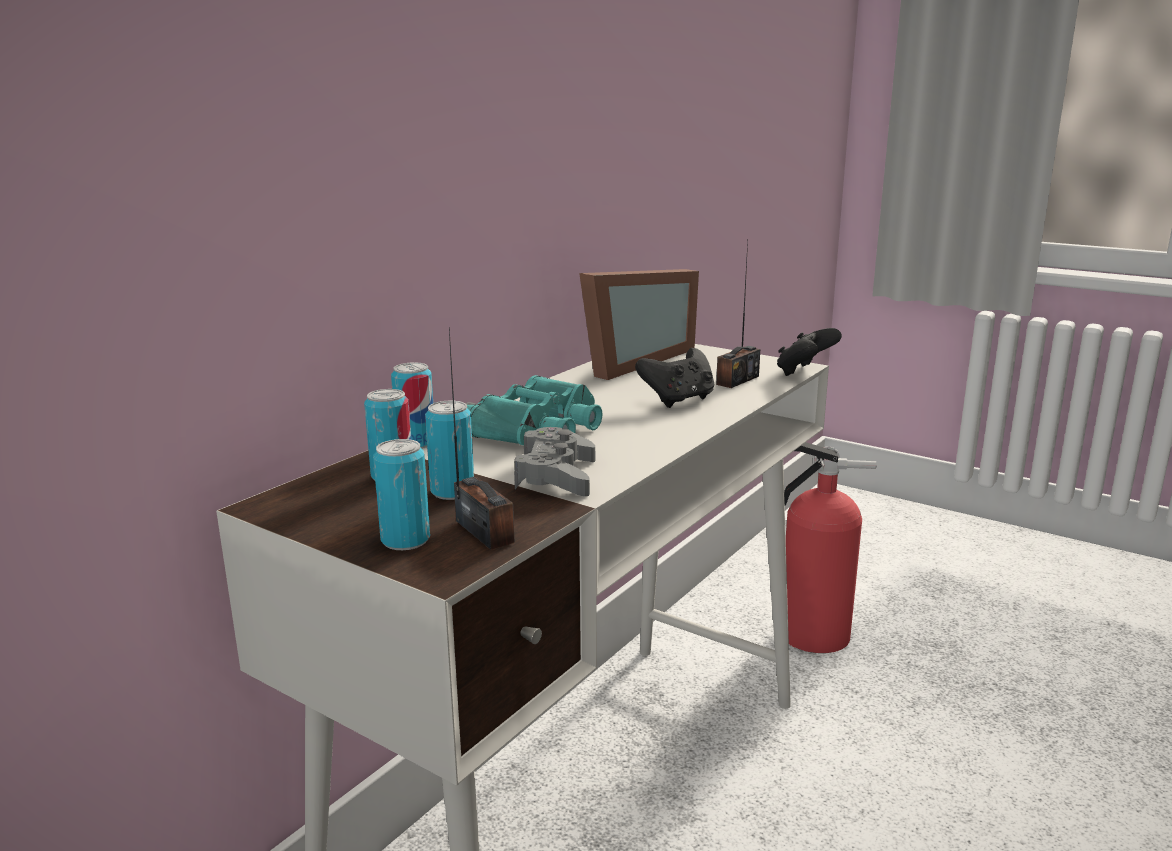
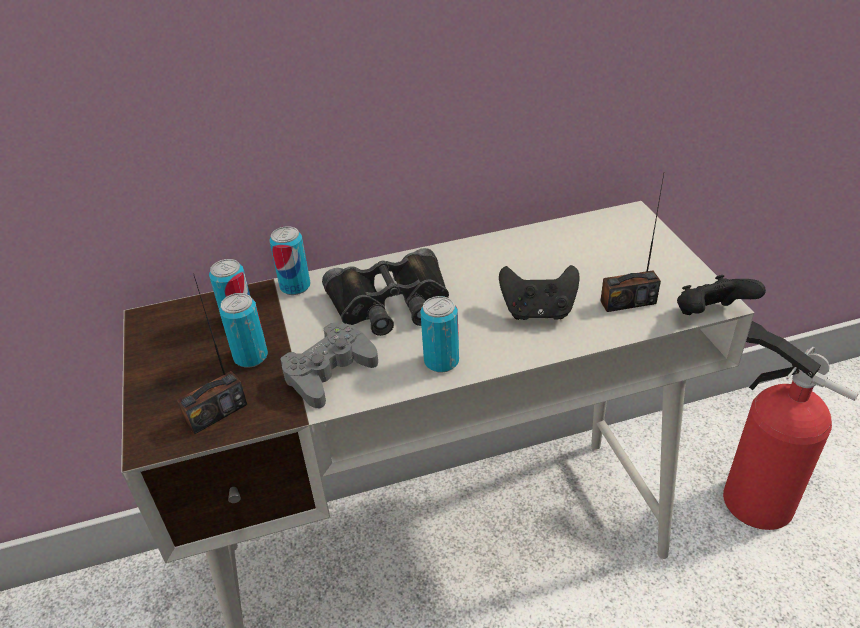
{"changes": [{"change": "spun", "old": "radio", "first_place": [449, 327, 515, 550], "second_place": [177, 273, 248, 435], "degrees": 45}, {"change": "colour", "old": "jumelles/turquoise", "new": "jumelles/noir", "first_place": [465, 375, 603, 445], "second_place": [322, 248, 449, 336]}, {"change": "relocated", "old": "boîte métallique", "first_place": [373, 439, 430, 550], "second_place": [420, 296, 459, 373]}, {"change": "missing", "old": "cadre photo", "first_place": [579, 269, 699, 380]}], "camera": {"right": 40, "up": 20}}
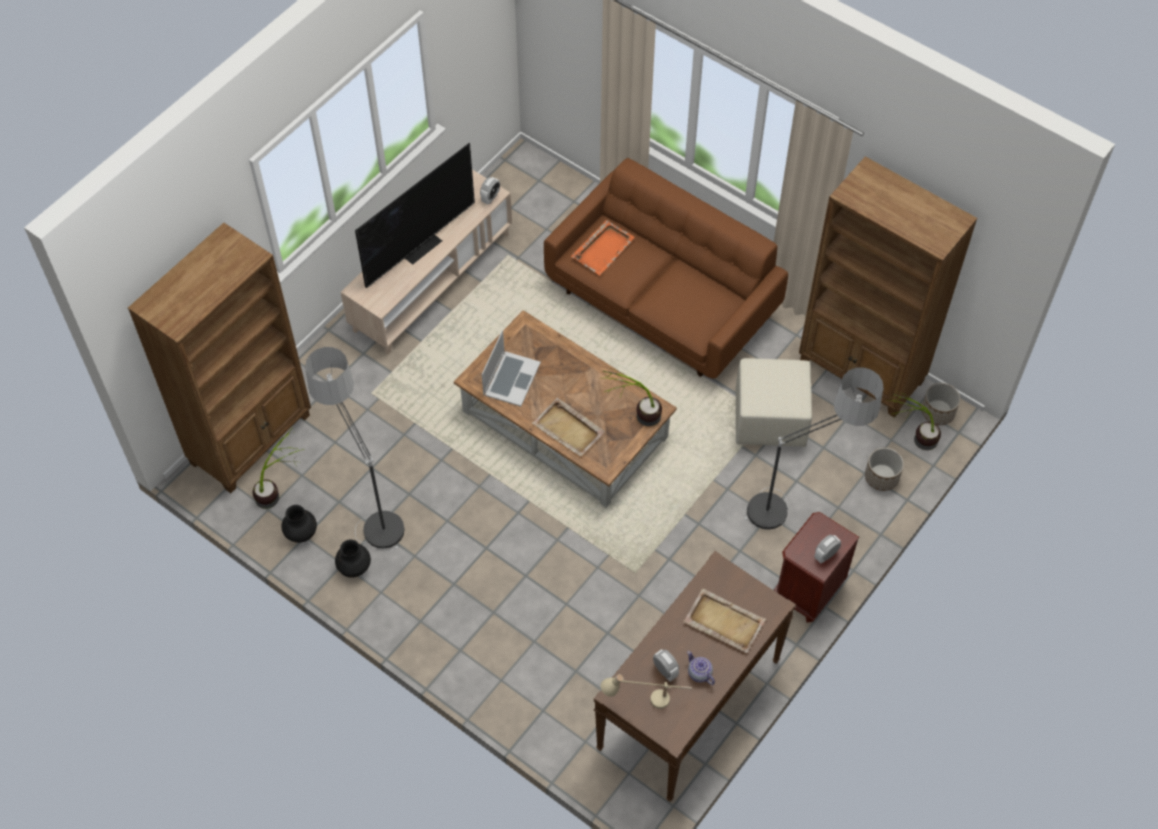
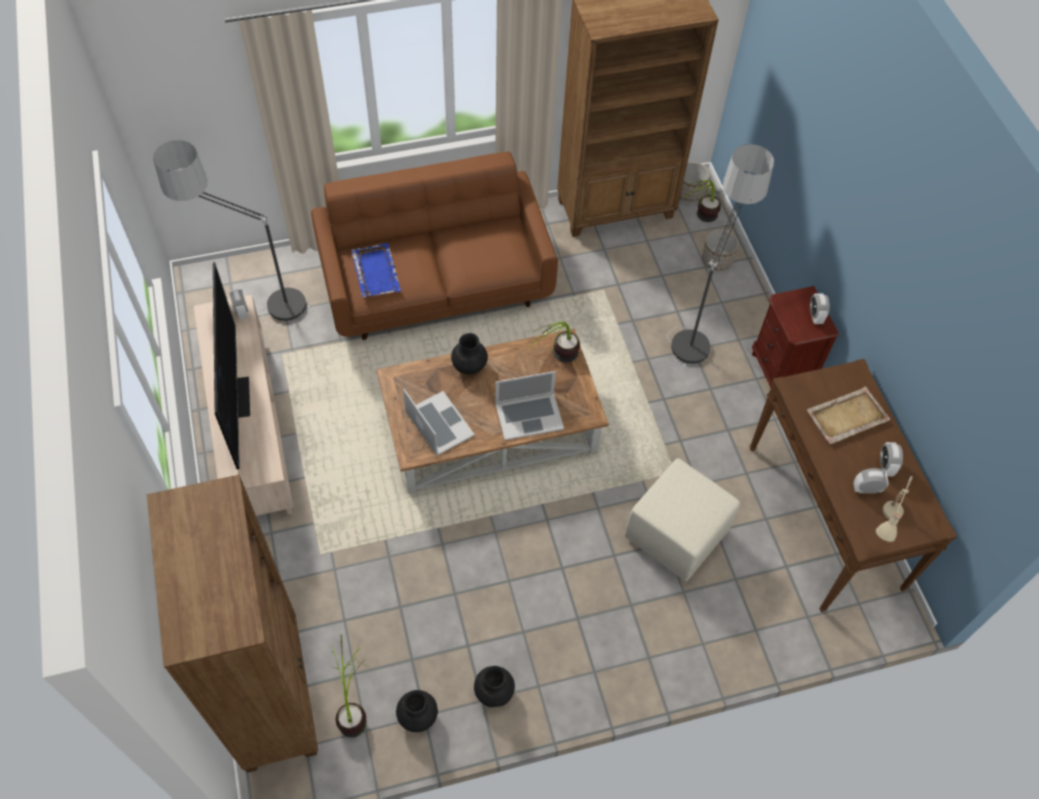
{"changes": [{"change": "relocated", "old": "lampadaire", "first_place": [305, 347, 405, 552], "second_place": [153, 140, 310, 327]}, {"change": "colour", "old": "plateau/orange", "new": "plateau/bleu", "first_place": [571, 220, 635, 276], "second_place": [351, 243, 402, 297]}, {"change": "appeared", "new": "vase/noir", "second_place": [451, 333, 488, 375]}, {"change": "exchanged", "old": "plateau/beige", "new": "ordinateur portable", "first_place": [532, 398, 605, 457], "second_place": [495, 371, 564, 440]}, {"change": "relocated", "old": "pouf/beige", "first_place": [736, 358, 812, 447], "second_place": [625, 458, 740, 582]}, {"change": "exchanged", "old": "théière", "new": "réveil", "first_place": [687, 651, 715, 685], "second_place": [880, 442, 903, 477]}], "camera": {"right": -55, "up": 0}}
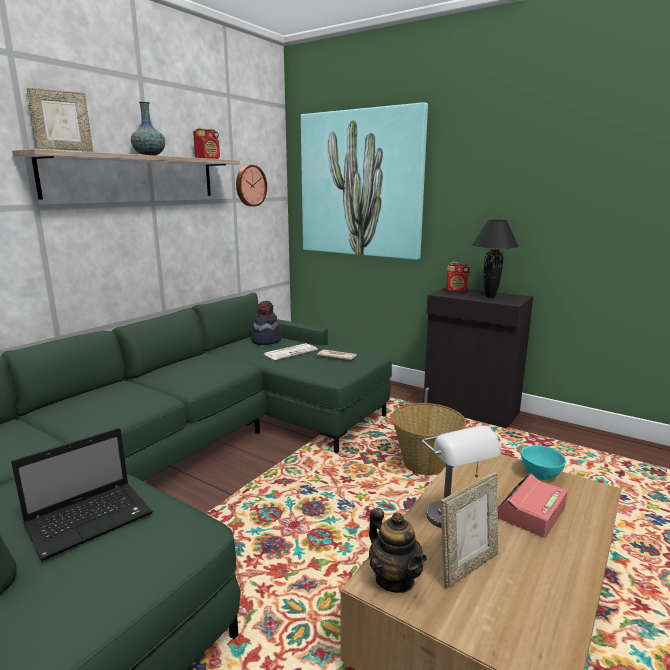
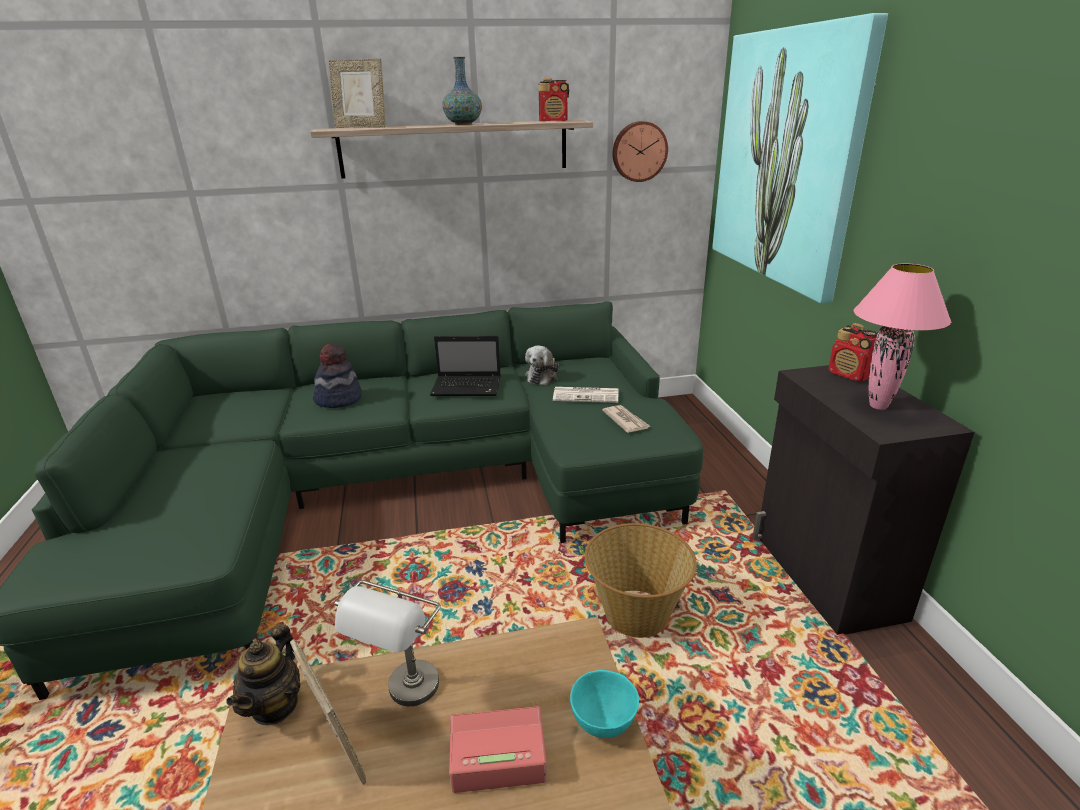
{"changes": [{"change": "spun", "old": "cadre photo", "first_place": [441, 473, 498, 589], "second_place": [290, 639, 366, 785], "degrees": -135}, {"change": "relocated", "old": "chapeau", "first_place": [251, 301, 281, 345], "second_place": [313, 344, 362, 408]}, {"change": "relocated", "old": "ordinateur portable", "first_place": [11, 428, 153, 561], "second_place": [430, 336, 501, 396]}, {"change": "appeared", "new": "peluche", "second_place": [525, 345, 559, 385]}, {"change": "colour", "old": "lampe de table/noir", "new": "lampe de table/rose", "first_place": [472, 220, 519, 298], "second_place": [854, 264, 951, 410]}], "camera": {"right": 45, "up": 10}}
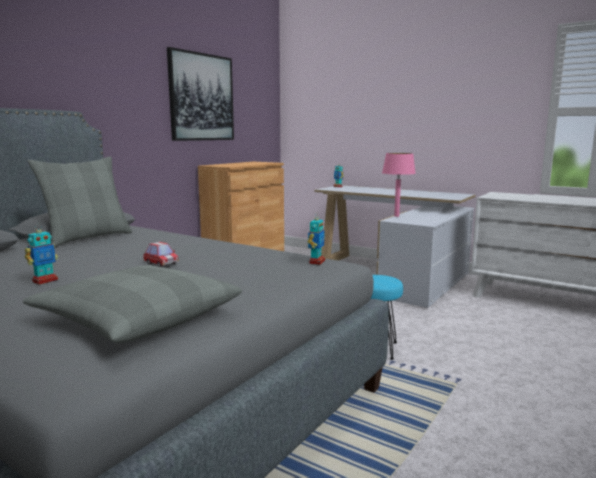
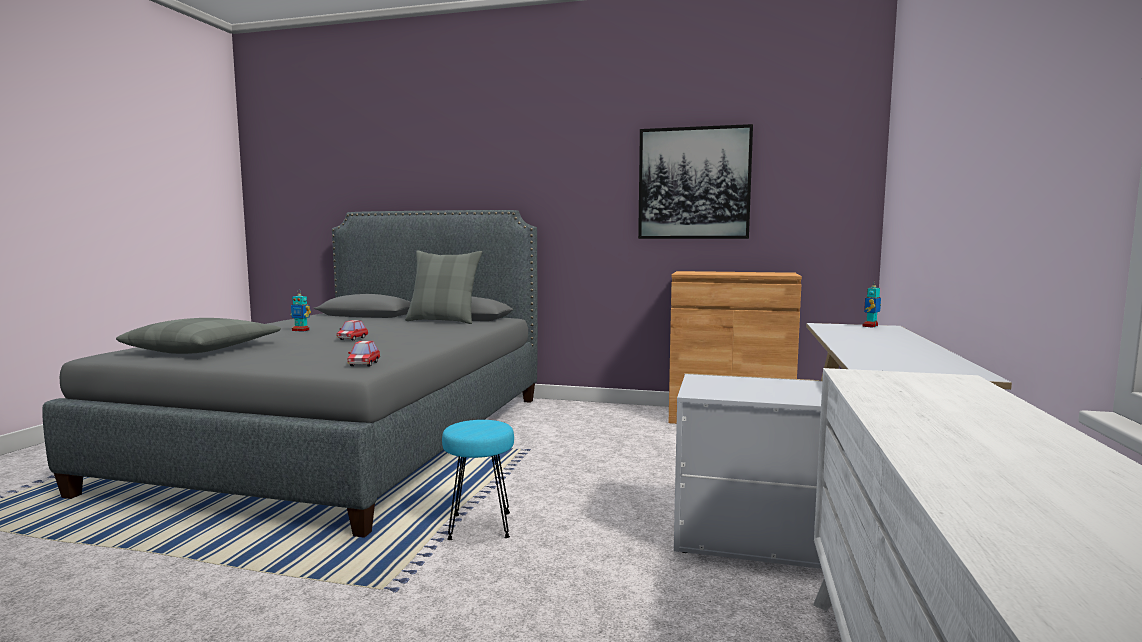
{"changes": [{"change": "exchanged", "old": "robot jouet", "new": "petite voiture", "first_place": [308, 213, 325, 265], "second_place": [347, 341, 380, 366]}, {"change": "missing", "old": "lampe de table/rose", "first_place": [382, 153, 416, 217]}], "camera": {"right": 70, "up": -5}}
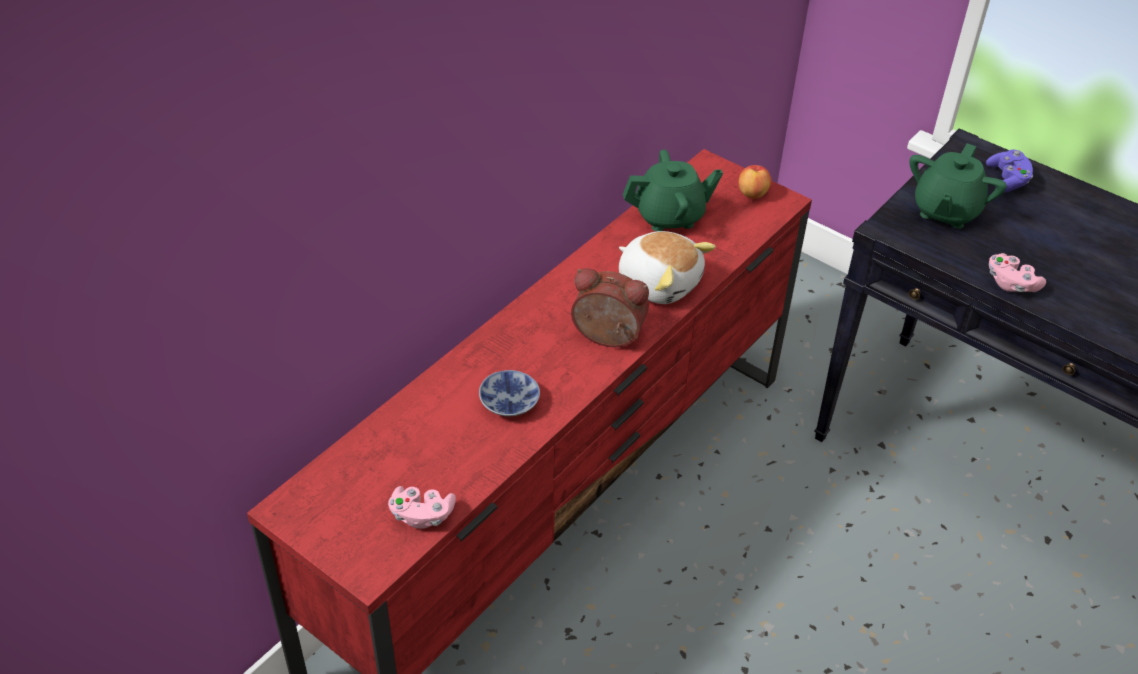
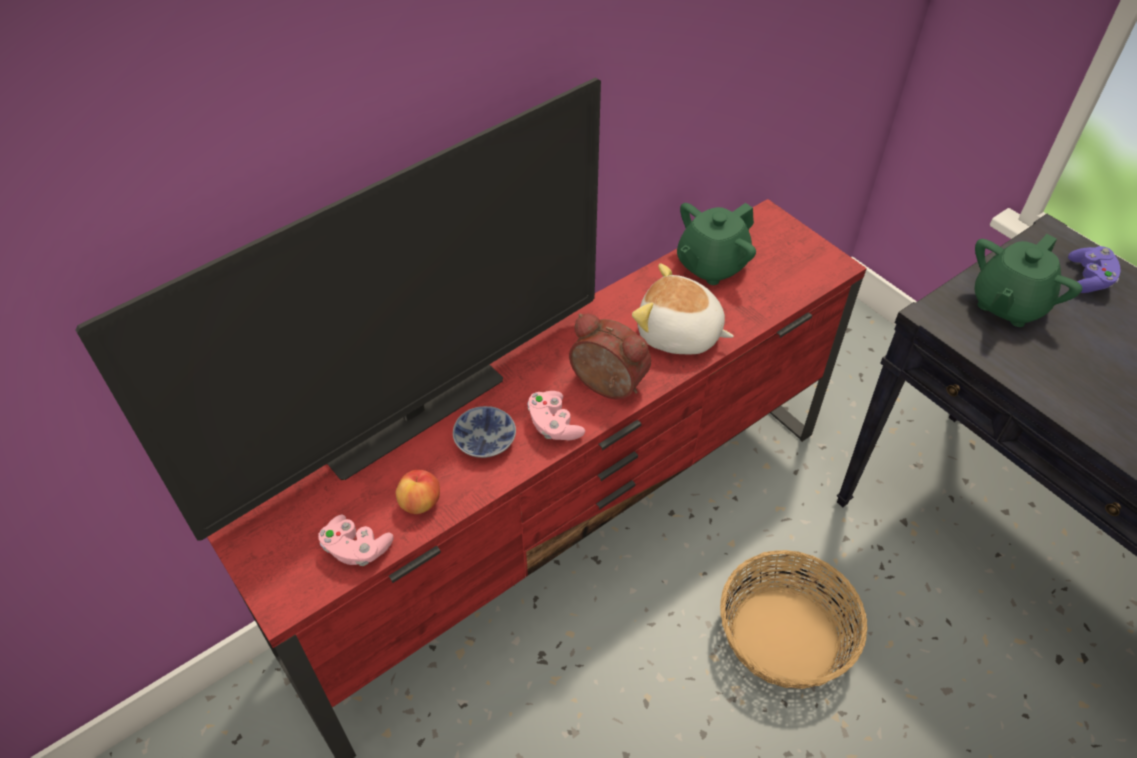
{"changes": [{"change": "appeared", "new": "téléviseur", "second_place": [76, 77, 601, 541]}, {"change": "relocated", "old": "pomme", "first_place": [738, 165, 772, 199], "second_place": [395, 470, 440, 514]}, {"change": "relocated", "old": "manette/rose", "first_place": [989, 253, 1046, 292], "second_place": [527, 391, 585, 440]}, {"change": "spun", "old": "peluche", "first_place": [619, 231, 716, 304], "second_place": [632, 263, 734, 355], "degrees": 150}, {"change": "spun", "old": "théière/vert", "first_place": [623, 149, 723, 231], "second_place": [677, 203, 756, 285], "degrees": 135}, {"change": "appeared", "new": "panier", "second_place": [720, 550, 868, 689]}], "camera": {"right": 15, "up": 5}}
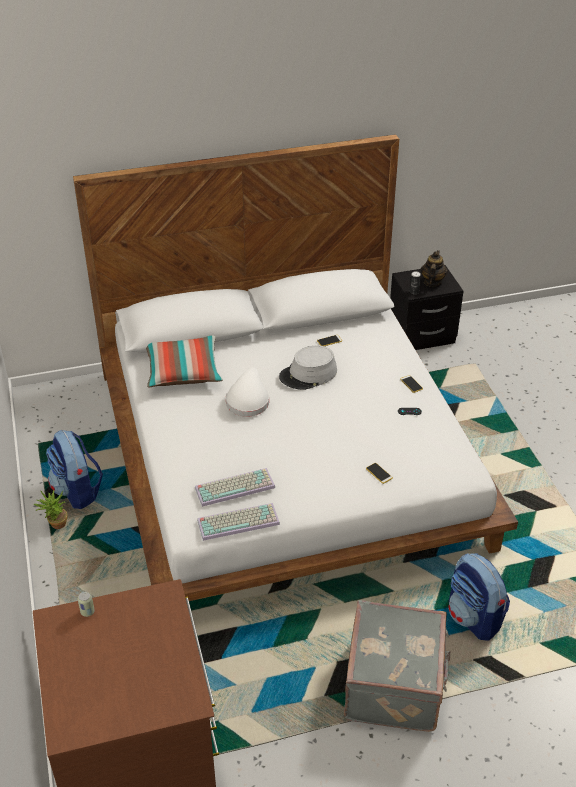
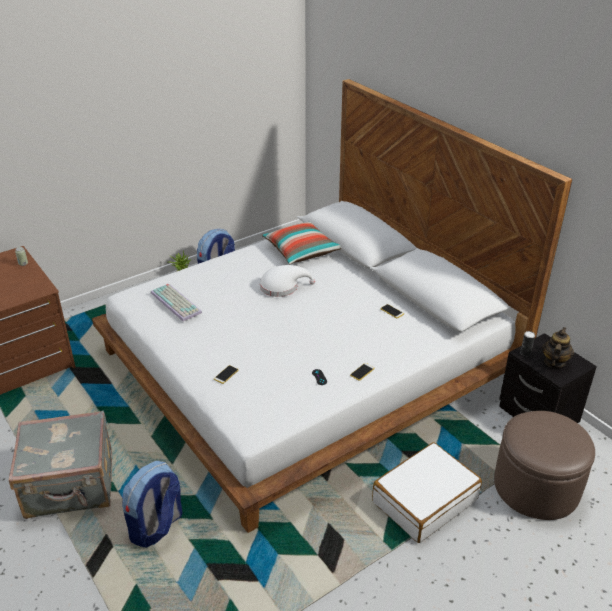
{"changes": [{"change": "appeared", "new": "valise/blanc", "second_place": [372, 442, 482, 543]}, {"change": "appeared", "new": "pouf/marron", "second_place": [494, 411, 595, 520]}, {"change": "spun", "old": "théière", "first_place": [421, 250, 448, 287], "second_place": [542, 327, 574, 368], "degrees": -60}, {"change": "missing", "old": "clavier", "first_place": [197, 503, 280, 541]}, {"change": "missing", "old": "chapeau/gris", "first_place": [279, 346, 337, 390]}], "camera": {"right": 70, "up": -5}}
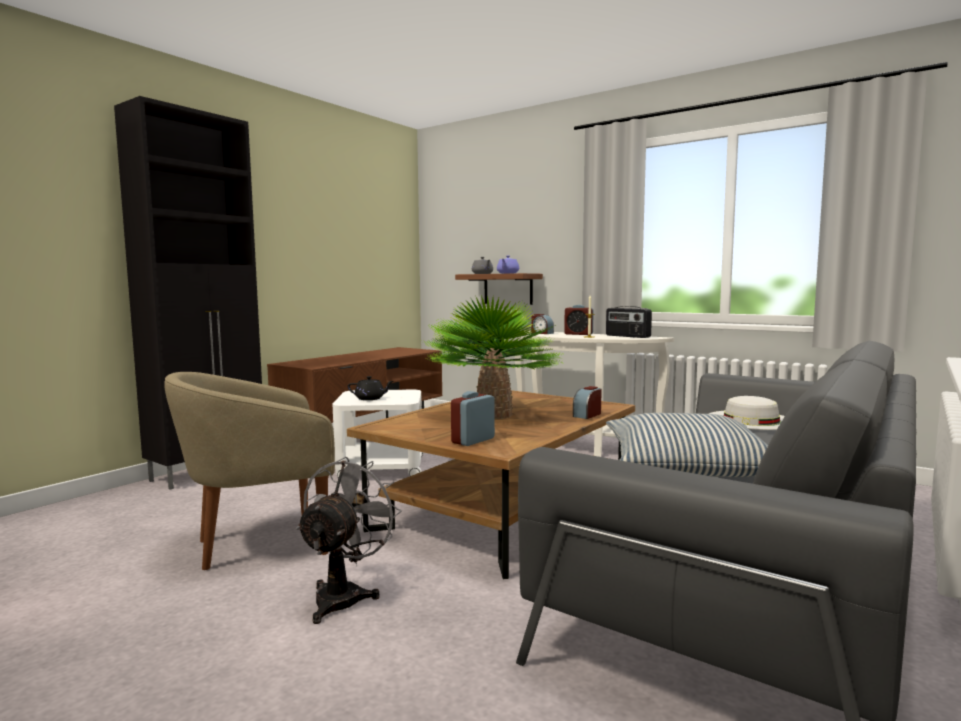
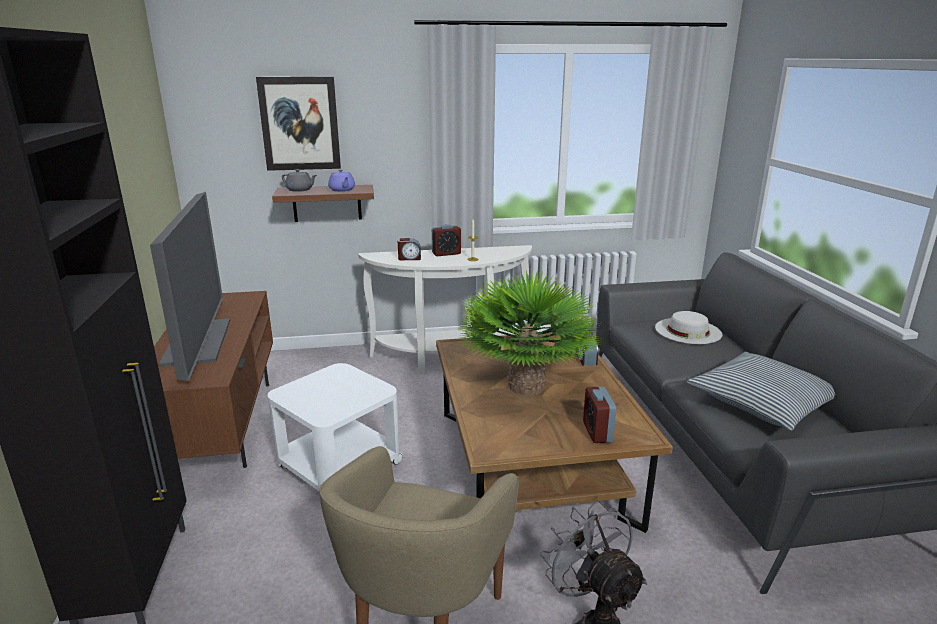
{"changes": [{"change": "appeared", "new": "téléviseur", "second_place": [150, 192, 230, 381]}, {"change": "appeared", "new": "tableau", "second_place": [256, 77, 341, 171]}, {"change": "missing", "old": "théière/noir", "first_place": [348, 376, 393, 400]}, {"change": "missing", "old": "radio", "first_place": [606, 306, 652, 338]}], "camera": {"right": -45, "up": 15}}
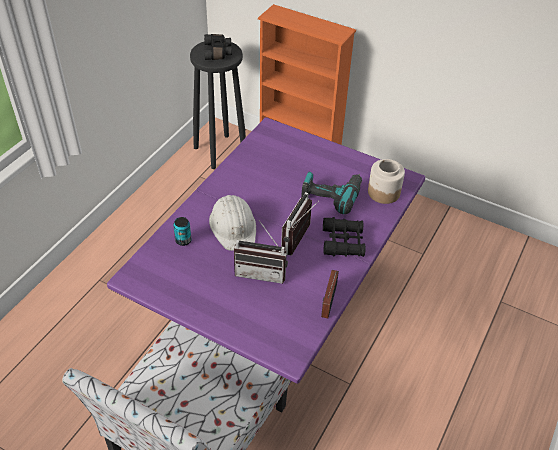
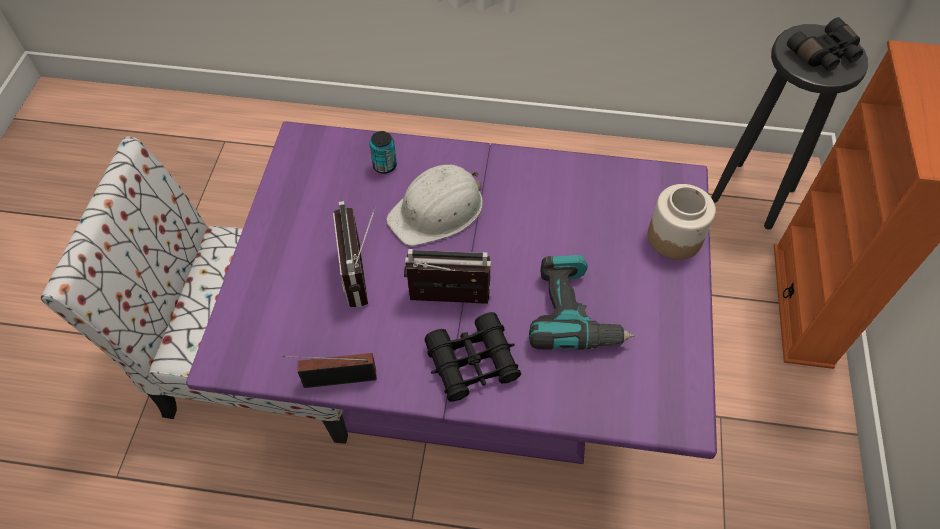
{"changes": [{"change": "relocated", "old": "bocal", "first_place": [368, 159, 405, 204], "second_place": [648, 184, 716, 260]}], "camera": {"right": 70, "up": 10}}
